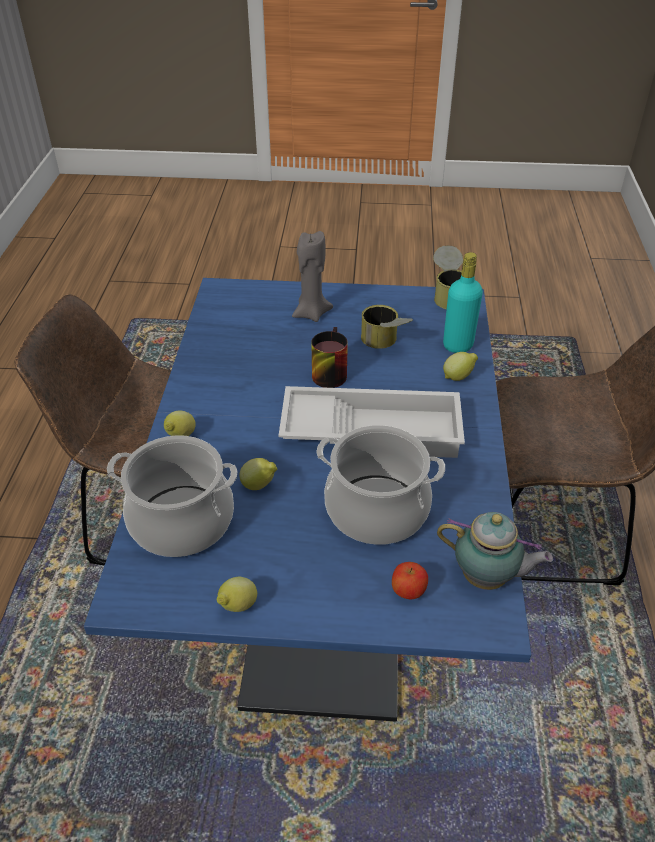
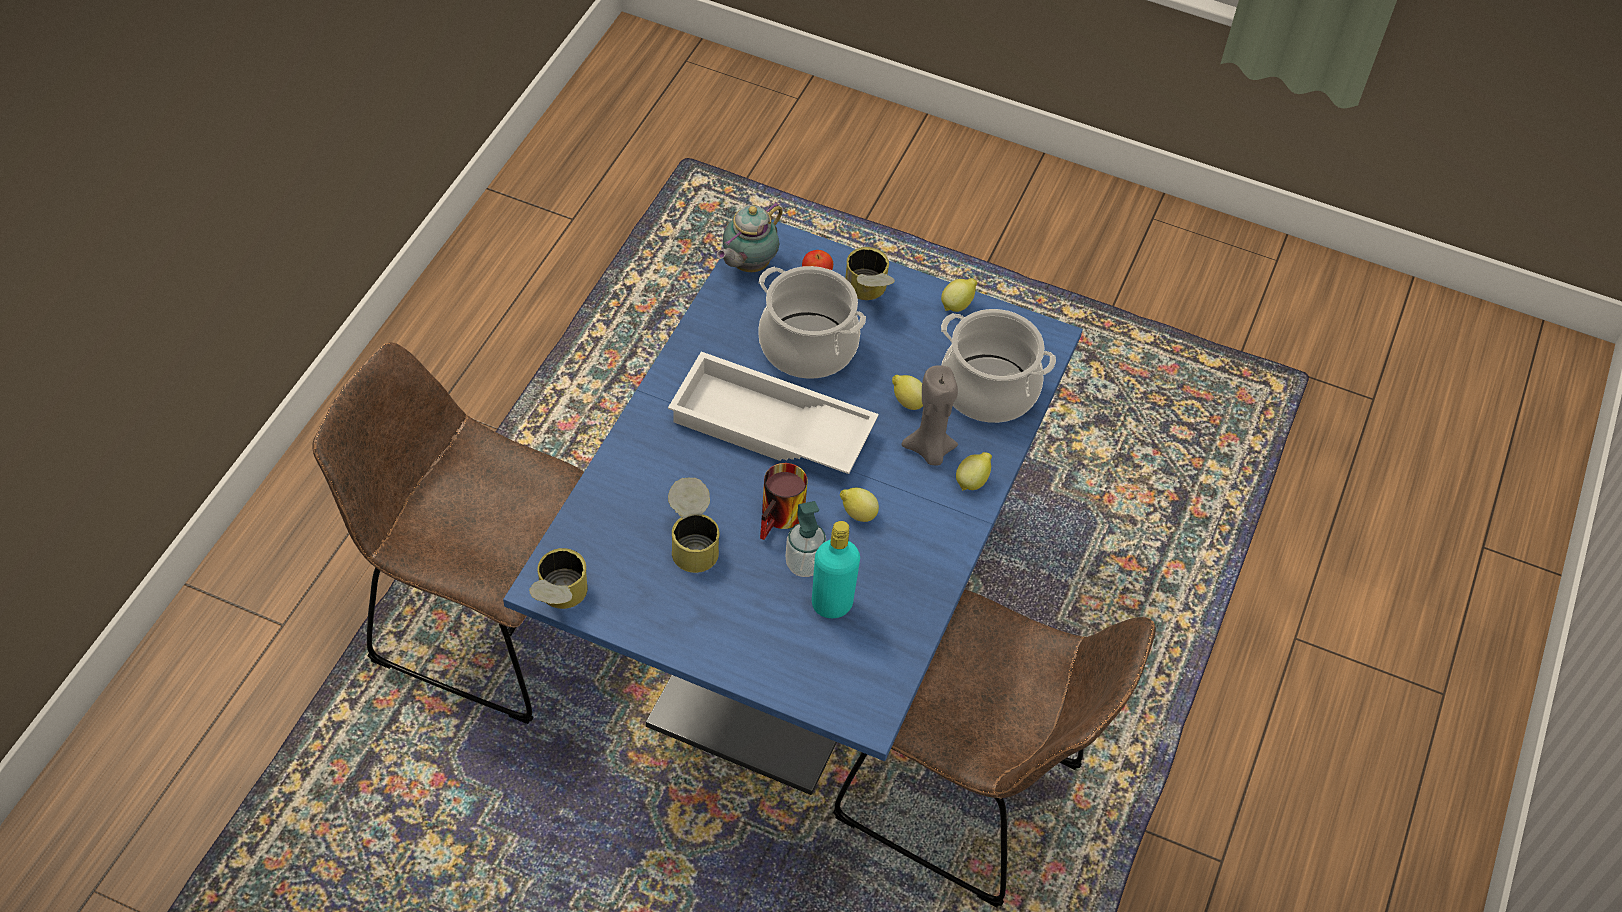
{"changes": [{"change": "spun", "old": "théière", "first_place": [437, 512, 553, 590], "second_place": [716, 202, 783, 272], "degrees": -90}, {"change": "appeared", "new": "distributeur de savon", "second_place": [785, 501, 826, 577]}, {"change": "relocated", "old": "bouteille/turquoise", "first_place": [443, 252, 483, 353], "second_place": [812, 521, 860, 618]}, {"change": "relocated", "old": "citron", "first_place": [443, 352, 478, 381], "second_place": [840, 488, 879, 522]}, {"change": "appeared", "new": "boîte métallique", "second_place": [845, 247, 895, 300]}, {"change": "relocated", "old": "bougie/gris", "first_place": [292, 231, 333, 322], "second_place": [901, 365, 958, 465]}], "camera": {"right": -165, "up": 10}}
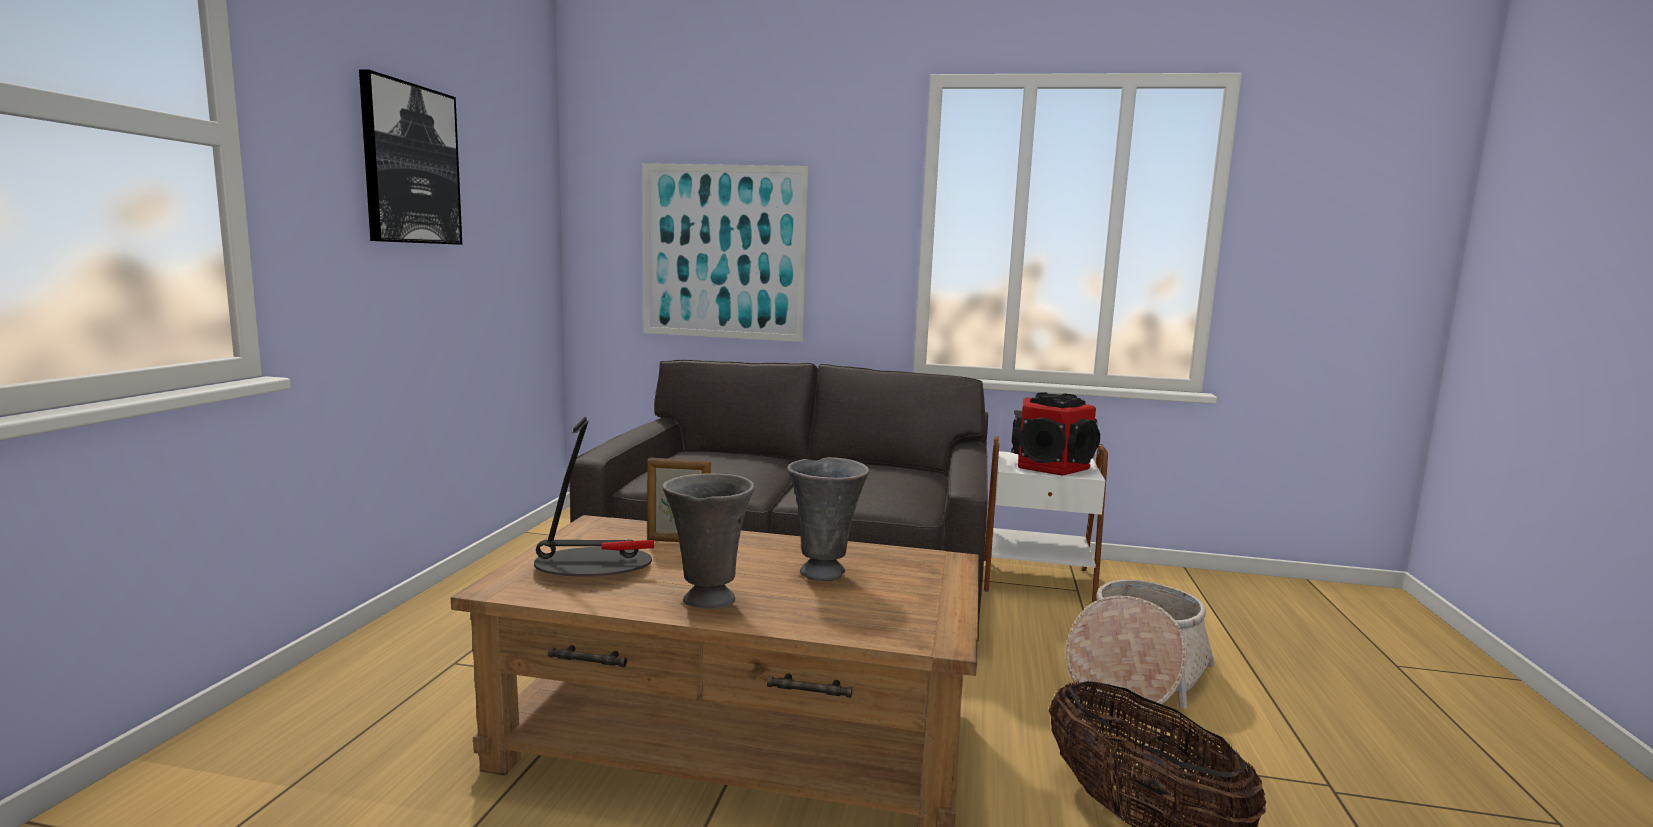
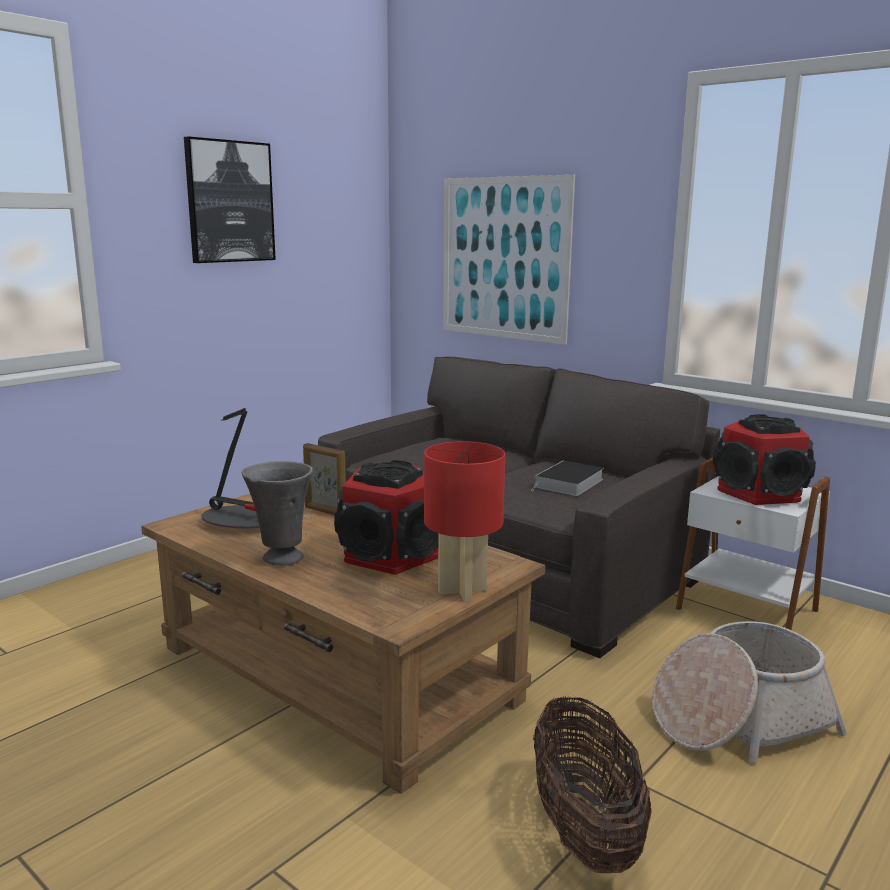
{"changes": [{"change": "exchanged", "old": "vase/gris", "new": "enceinte", "first_place": [787, 457, 869, 581], "second_place": [334, 460, 438, 575]}, {"change": "appeared", "new": "lampe de table/rouge", "second_place": [424, 441, 505, 602]}, {"change": "appeared", "new": "livre", "second_place": [531, 460, 604, 496]}], "camera": {"right": 30, "up": 5}}
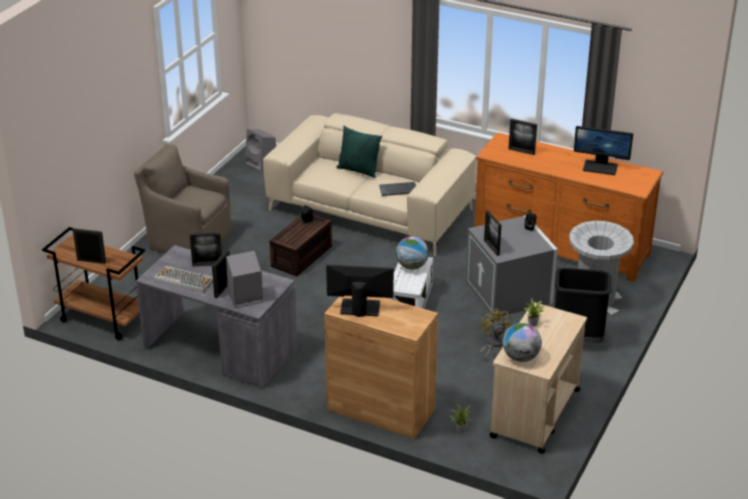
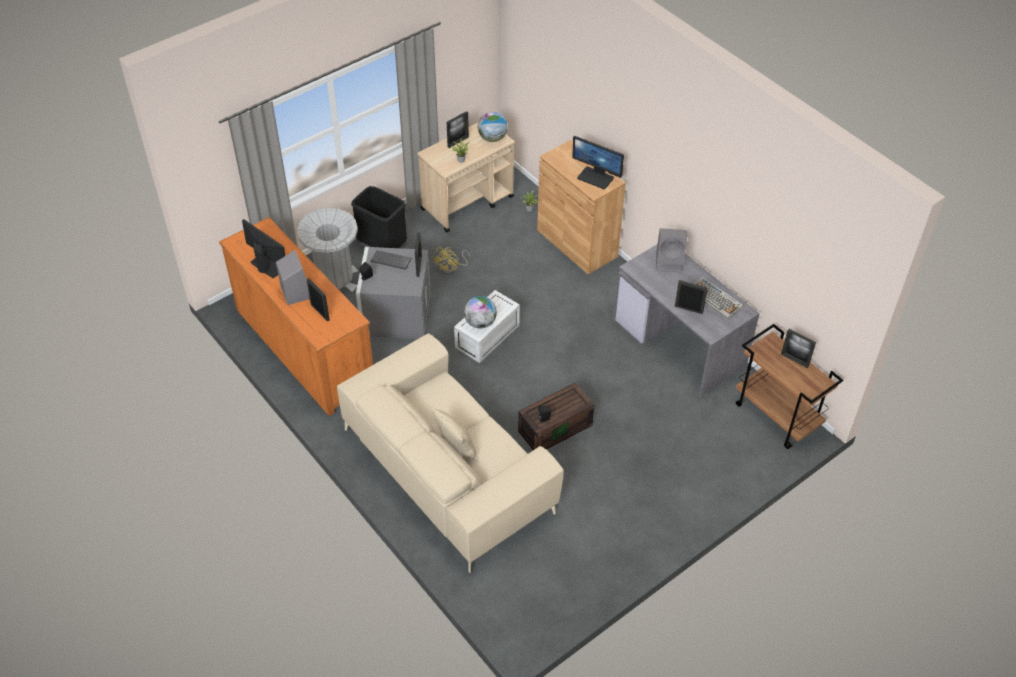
{"changes": [{"change": "relocated", "old": "enceinte/gris", "first_place": [245, 129, 276, 171], "second_place": [276, 250, 310, 305]}, {"change": "relocated", "old": "clavier", "first_place": [379, 182, 416, 196], "second_place": [370, 250, 412, 270]}, {"change": "colour", "old": "coussin/vert", "new": "coussin/beige", "first_place": [336, 126, 382, 178], "second_place": [432, 407, 478, 462]}, {"change": "relocated", "old": "cadre photo", "first_place": [212, 250, 230, 298], "second_place": [447, 111, 469, 148]}, {"change": "missing", "old": "fauteuil/marron", "first_place": [134, 144, 231, 253]}], "camera": {"right": -155, "up": 15}}
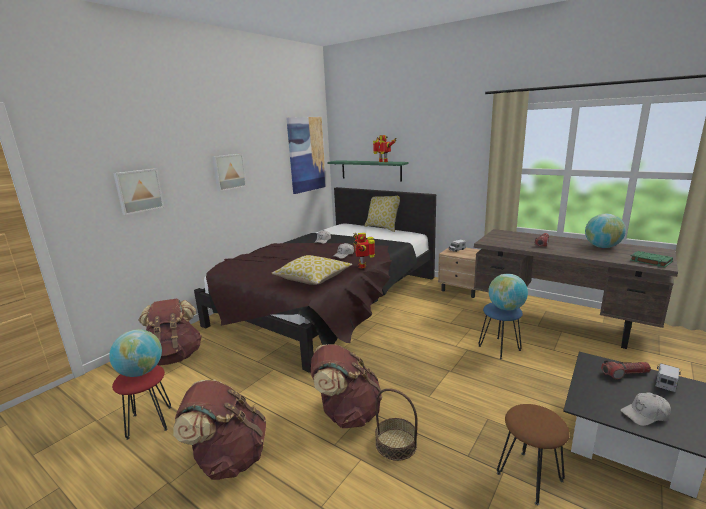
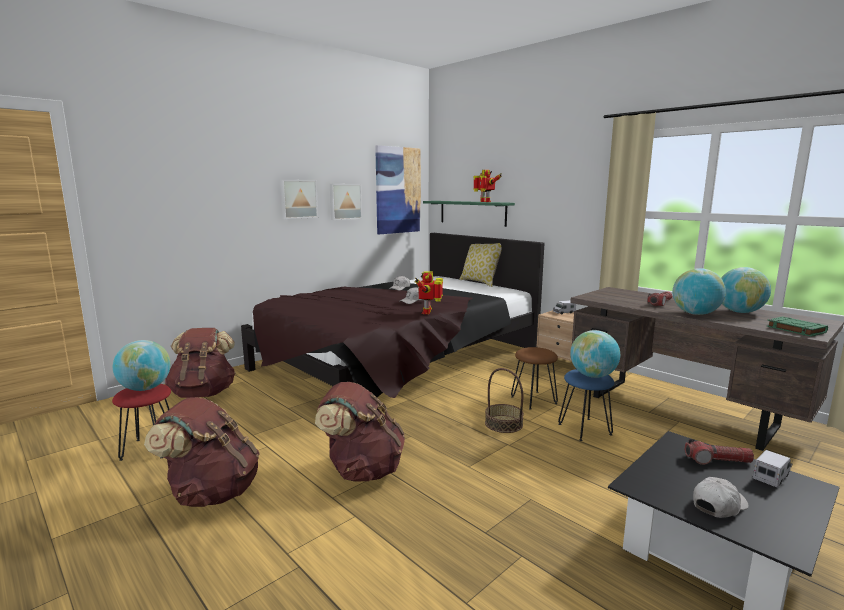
{"changes": [{"change": "relocated", "old": "tableau", "first_place": [113, 168, 164, 215], "second_place": [330, 184, 362, 220]}, {"change": "relocated", "old": "panier", "first_place": [375, 388, 418, 461], "second_place": [485, 368, 524, 433]}, {"change": "relocated", "old": "tabouret/marron", "first_place": [497, 404, 570, 505], "second_place": [511, 347, 558, 410]}, {"change": "appeared", "new": "globe", "second_place": [673, 268, 726, 315]}, {"change": "spun", "old": "casquette/blanc", "first_place": [620, 392, 671, 426], "second_place": [693, 477, 749, 518], "degrees": 150}, {"change": "missing", "old": "coussin", "first_place": [271, 255, 352, 285]}], "camera": {"right": 10, "up": -5}}
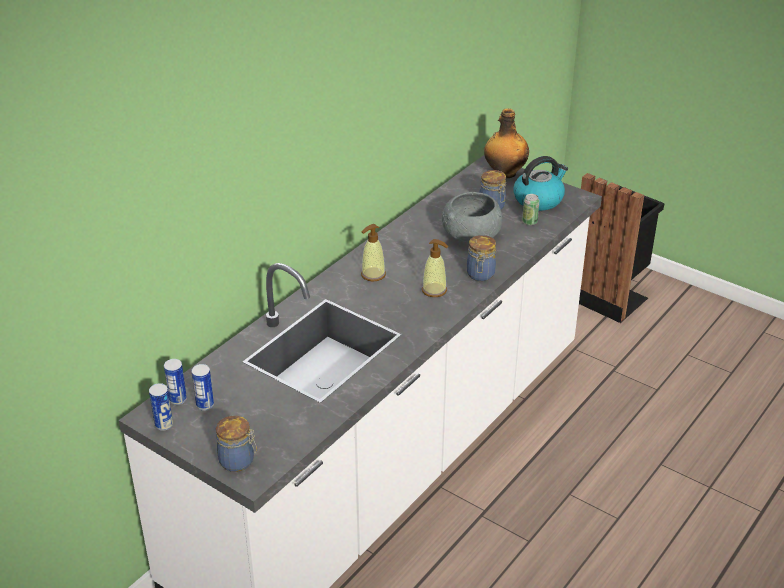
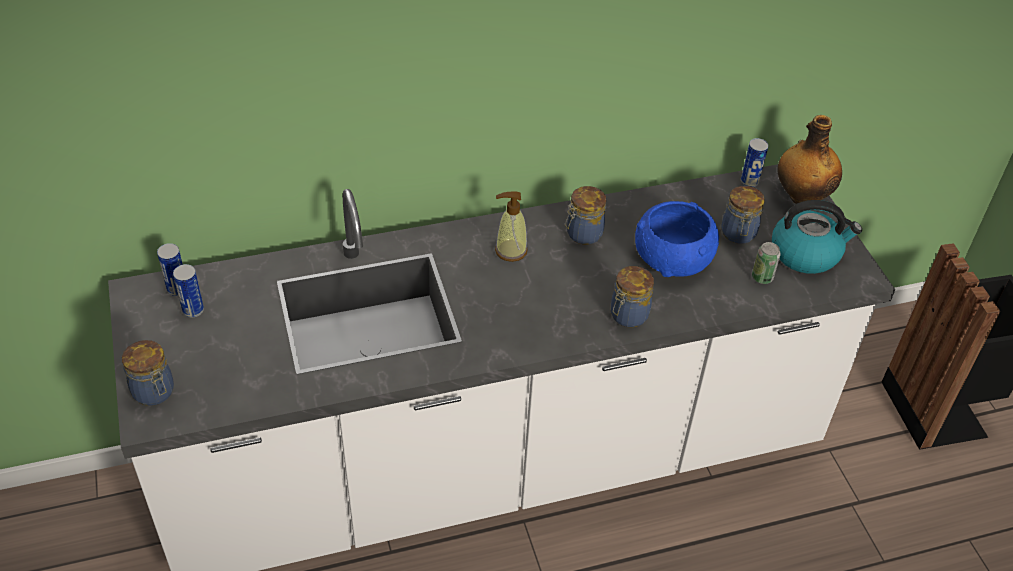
{"changes": [{"change": "appeared", "new": "bocal", "second_place": [565, 186, 606, 245]}, {"change": "colour", "old": "bol/gris", "new": "bol/bleu", "first_place": [442, 192, 502, 243], "second_place": [635, 201, 719, 277]}, {"change": "relocated", "old": "boîte métallique", "first_place": [149, 383, 173, 431], "second_place": [741, 138, 769, 187]}, {"change": "missing", "old": "distributeur de savon", "first_place": [422, 239, 448, 297]}], "camera": {"right": 35, "up": 10}}
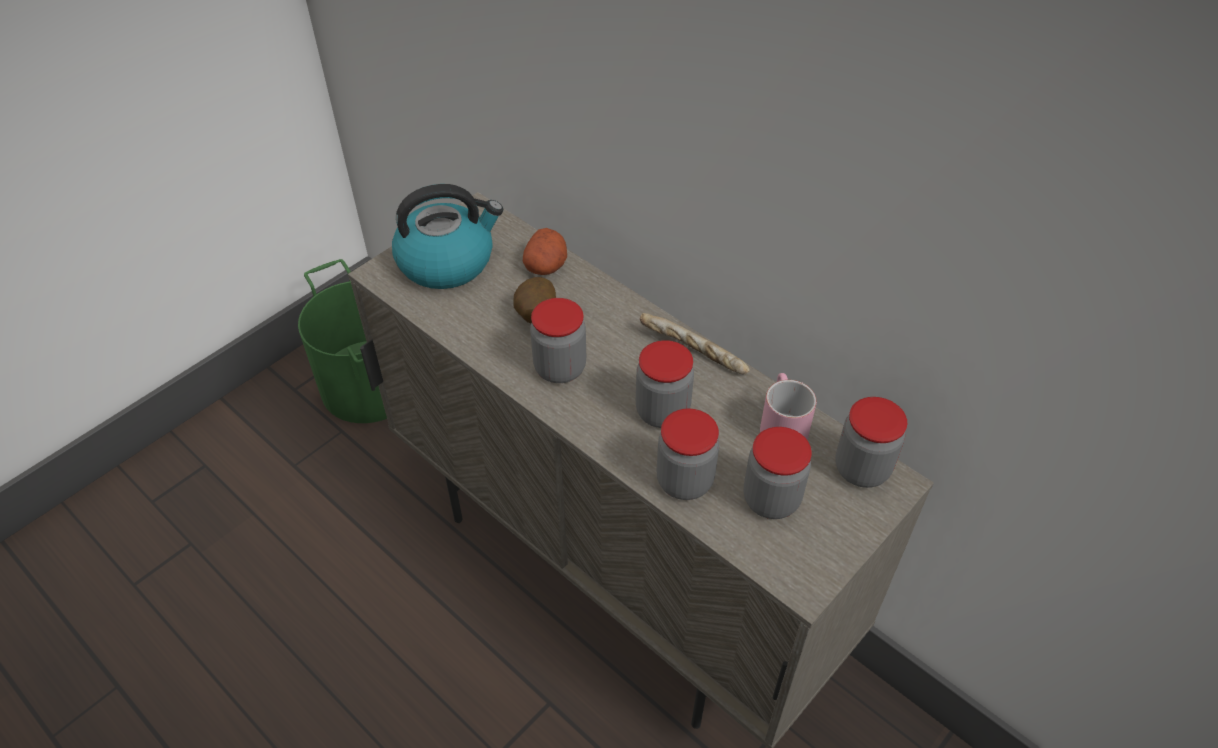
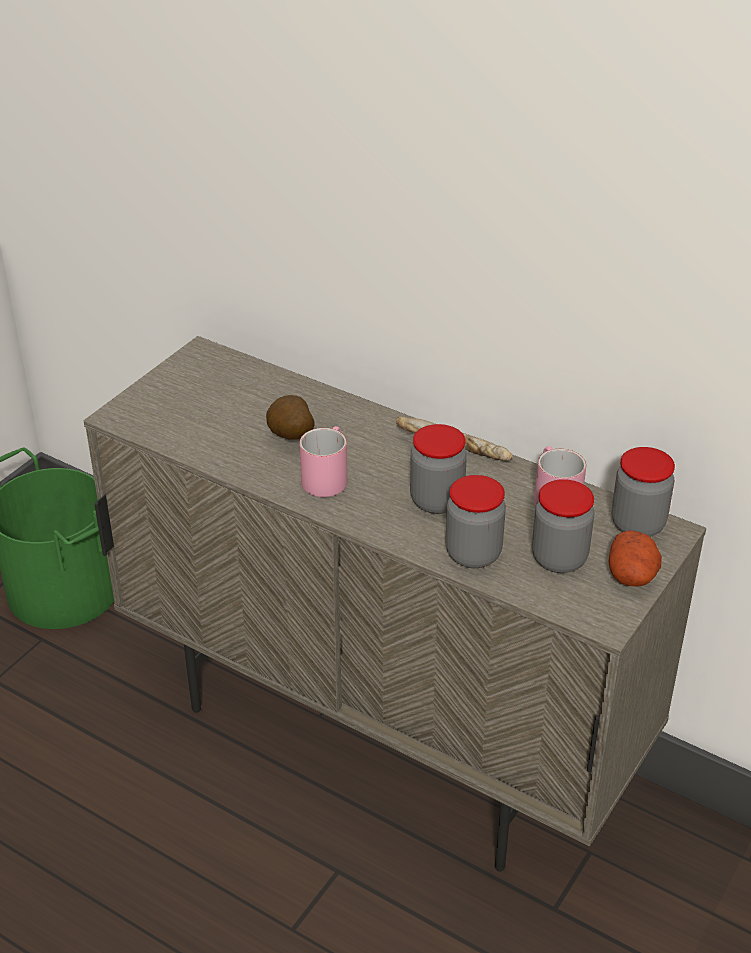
{"changes": [{"change": "exchanged", "old": "bocal", "new": "mug/rose", "first_place": [530, 298, 586, 383], "second_place": [299, 426, 347, 497]}, {"change": "relocated", "old": "pomme de terre", "first_place": [523, 228, 567, 275], "second_place": [609, 530, 662, 587]}, {"change": "missing", "old": "bouilloire", "first_place": [392, 184, 503, 289]}], "camera": {"right": -10, "up": -10}}
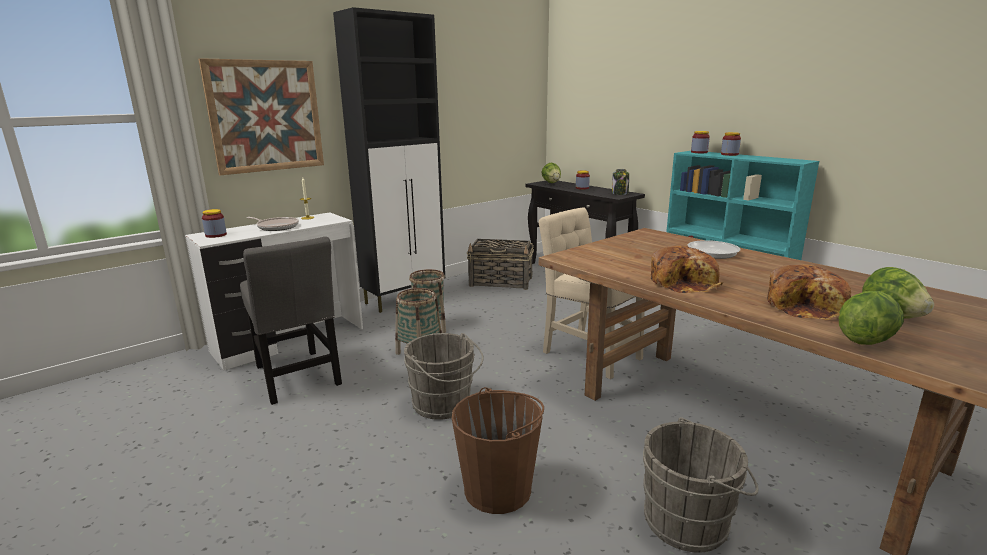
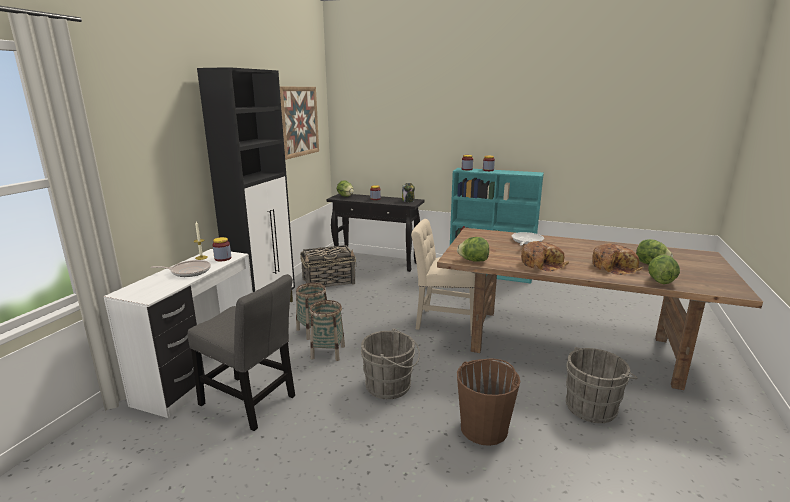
{"changes": [{"change": "relocated", "old": "bocal", "first_place": [202, 209, 227, 238], "second_place": [212, 237, 231, 261]}, {"change": "relocated", "old": "tableau", "first_place": [198, 58, 324, 175], "second_place": [280, 86, 319, 160]}, {"change": "appeared", "new": "laitue", "second_place": [457, 237, 489, 262]}], "camera": {"right": -30, "up": 0}}
